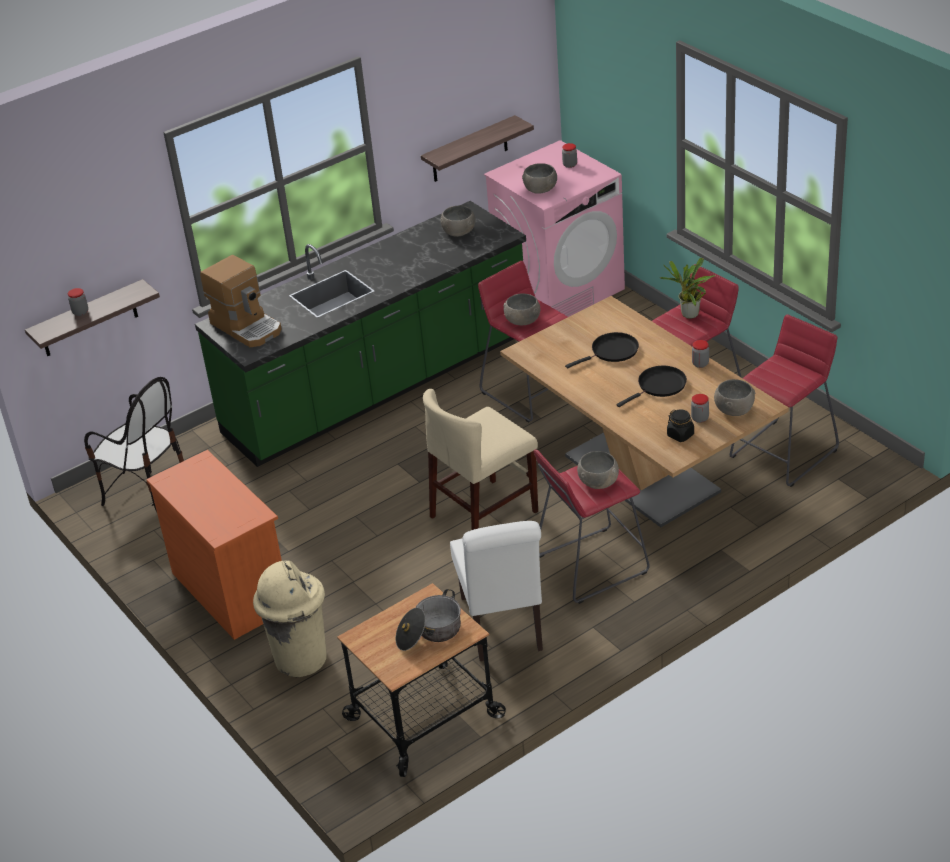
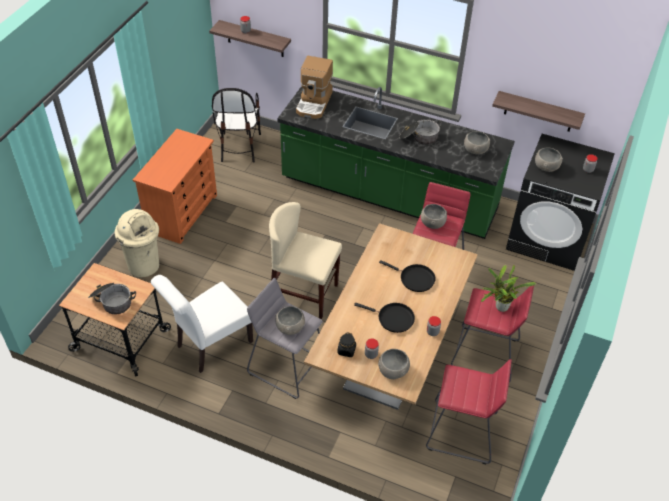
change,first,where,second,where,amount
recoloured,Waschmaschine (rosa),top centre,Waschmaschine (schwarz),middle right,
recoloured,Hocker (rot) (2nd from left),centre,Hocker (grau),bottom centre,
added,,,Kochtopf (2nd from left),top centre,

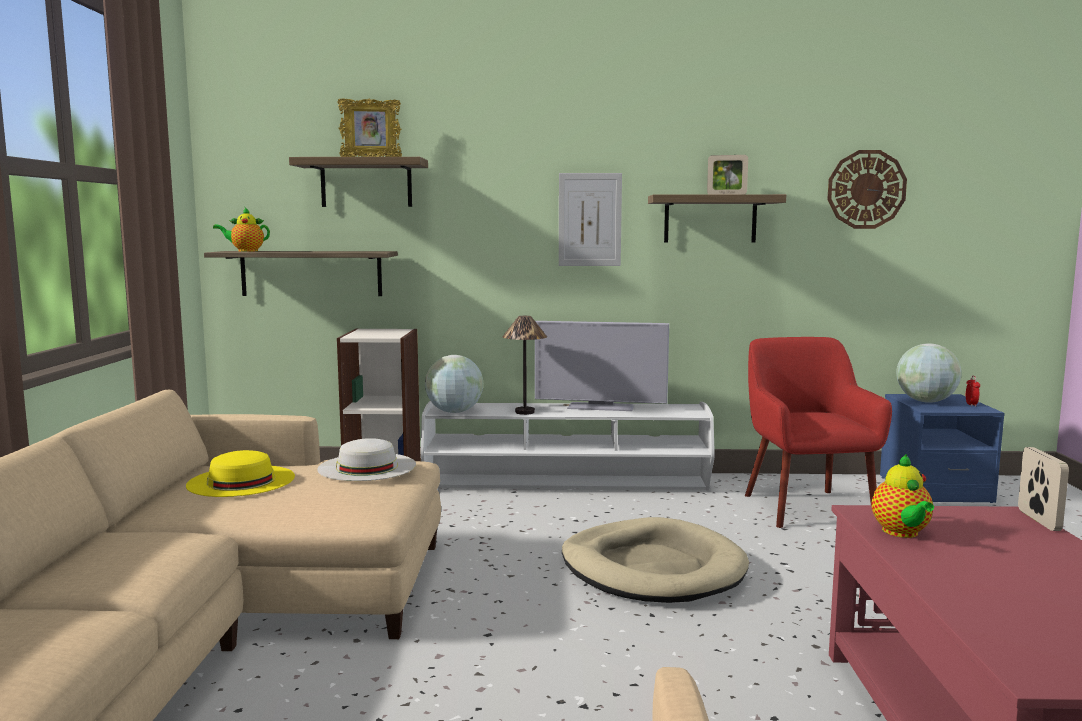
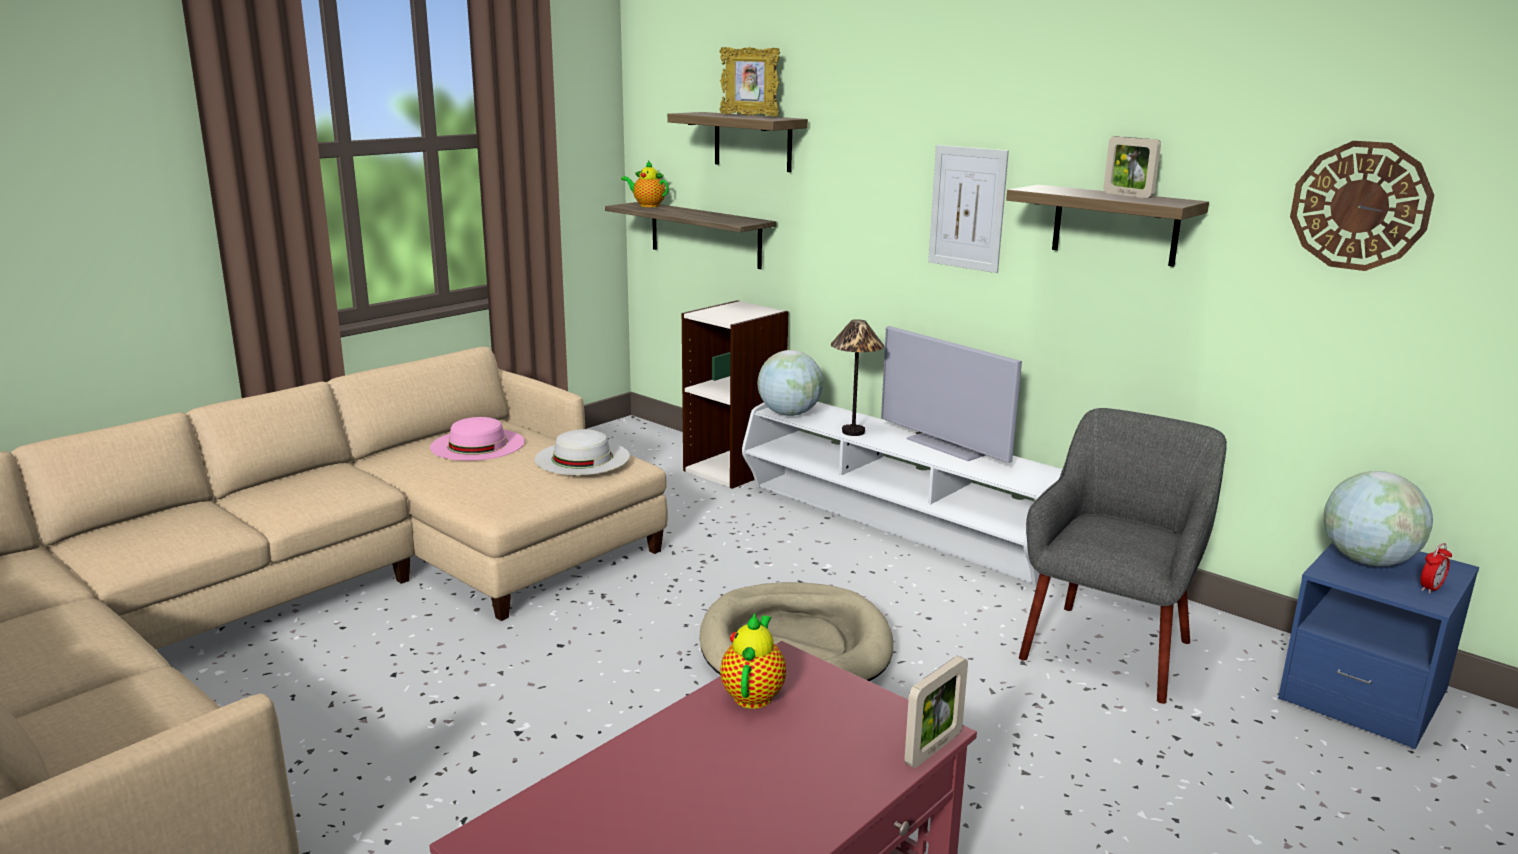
change,first,where,second,where,amount
recoloured,Hut (gelb),middle left,Hut (rosa),middle left,
recoloured,Sessel (rot),middle right,Sessel (grau),middle right,
turned,Teekanne (2nd from left),bottom right,,bottom centre,150 degrees clockwise

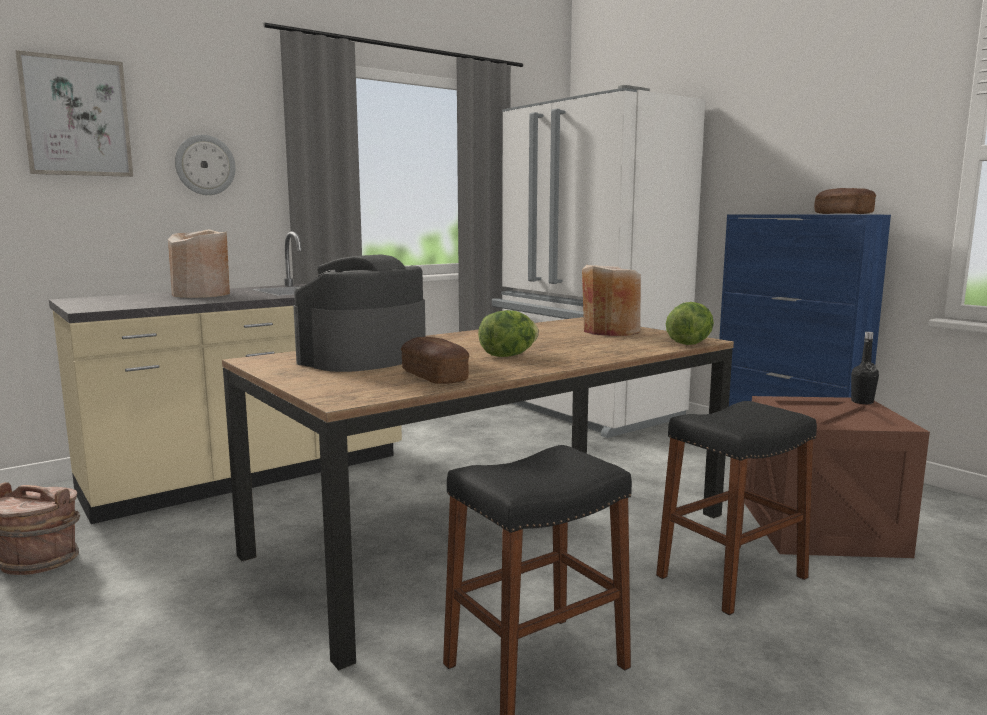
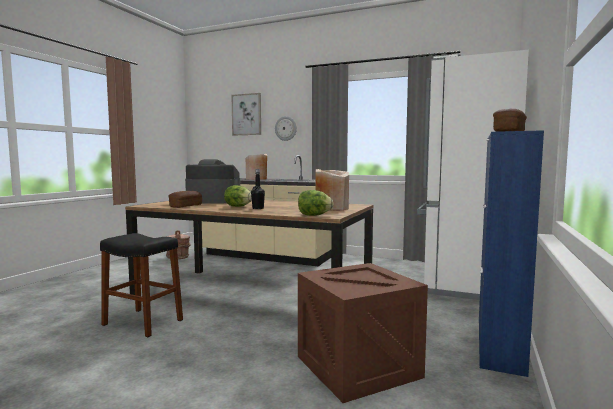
change,first,where,second,where,amount
removed,Hocker (schwarz) (2nd from left),bottom right,,,
moved,Flasche (schwarz),middle right,,centre,

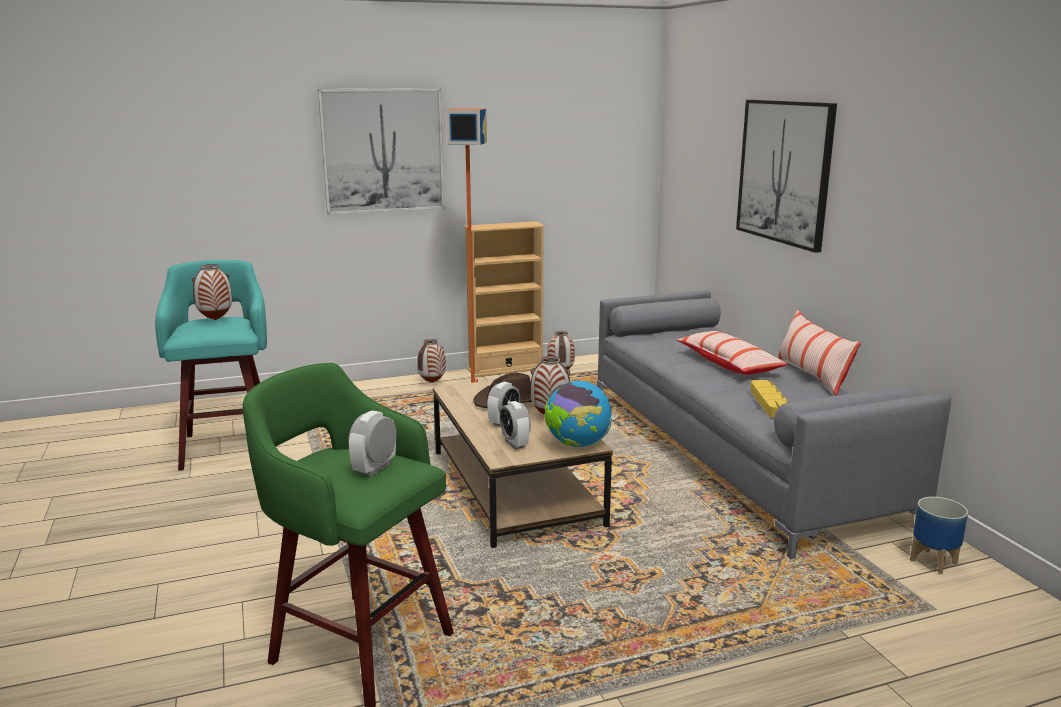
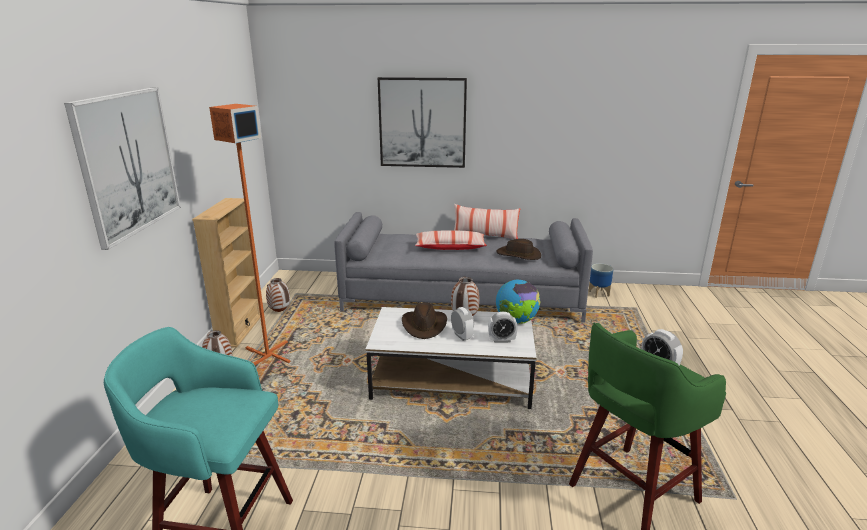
change,first,where,second,where,amount
removed,Vase (1st from left),middle left,,,
recoloured,Couchtisch (braun),centre,Couchtisch (weiß),bottom centre,
replaced,Tablett (gelb),middle right,Hut (braun) (2nd from left),centre,

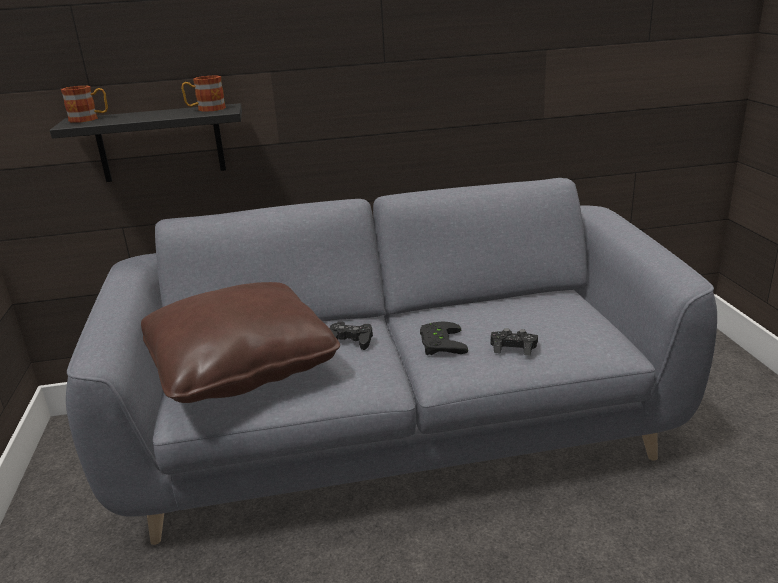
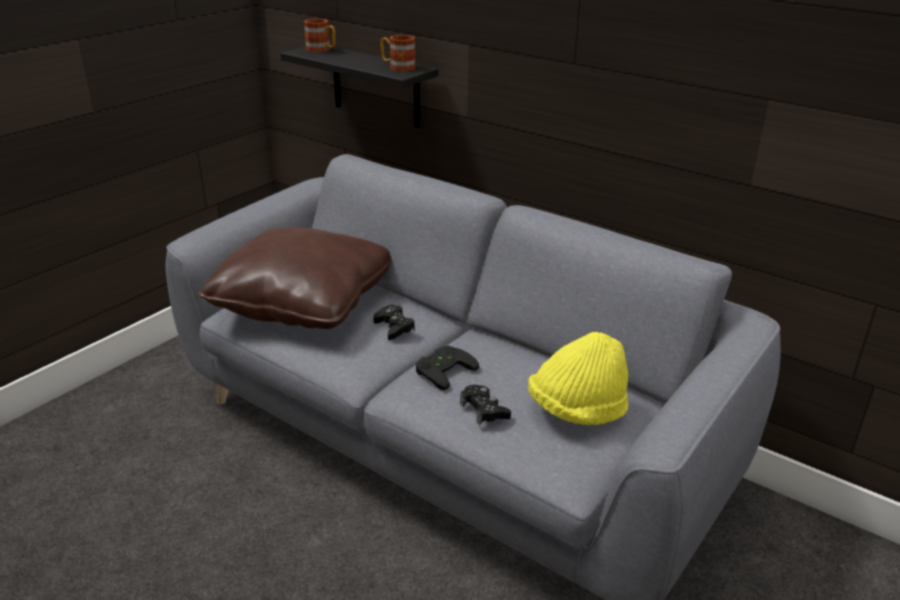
change,first,where,second,where,amount
added,,,Hut (gelb),centre,

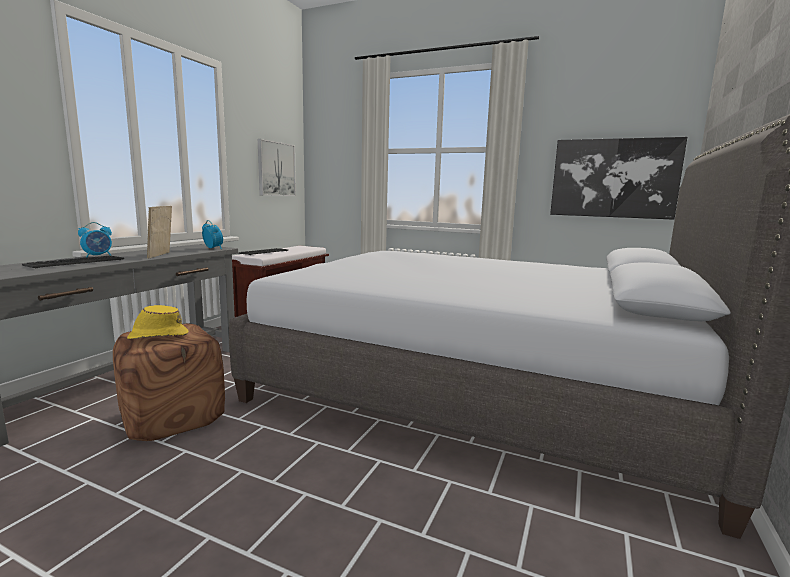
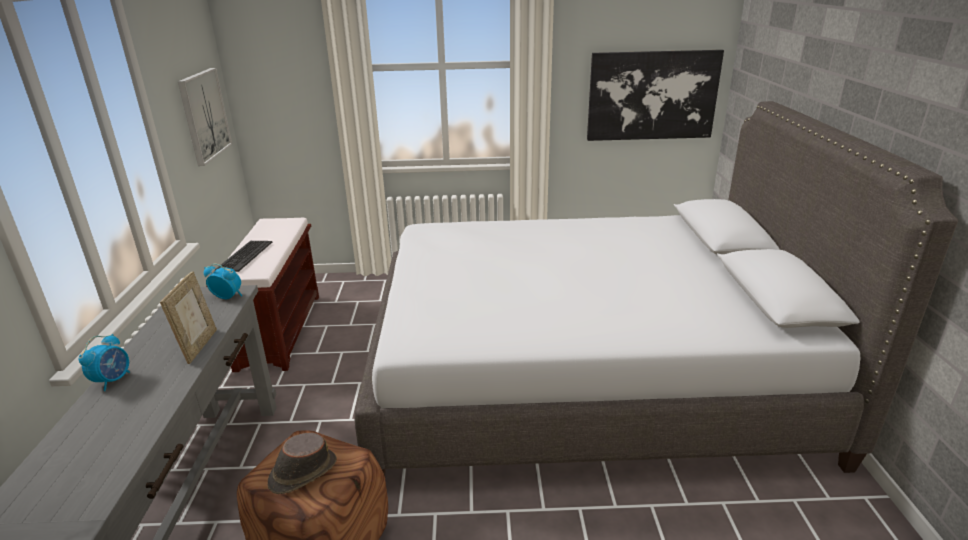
change,first,where,second,where,amount
removed,Tastatur (1st from left),middle left,,,
recoloured,Hut (gelb),middle left,Hut (braun),bottom left,
turned,Bilderrahmen,middle left,,middle left,150 degrees counterclockwise

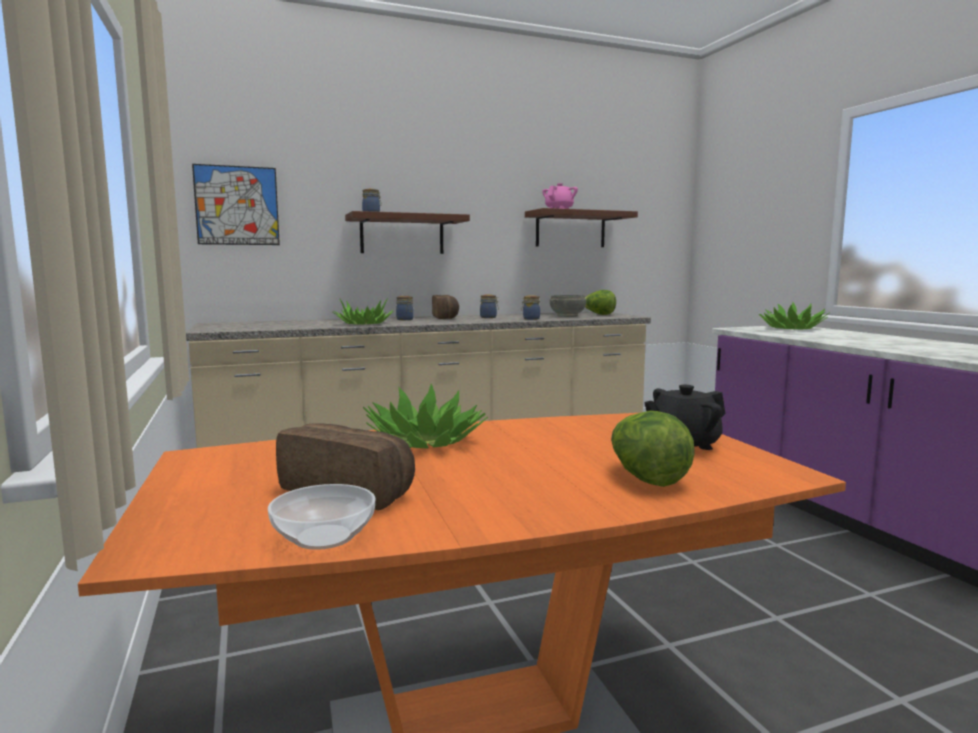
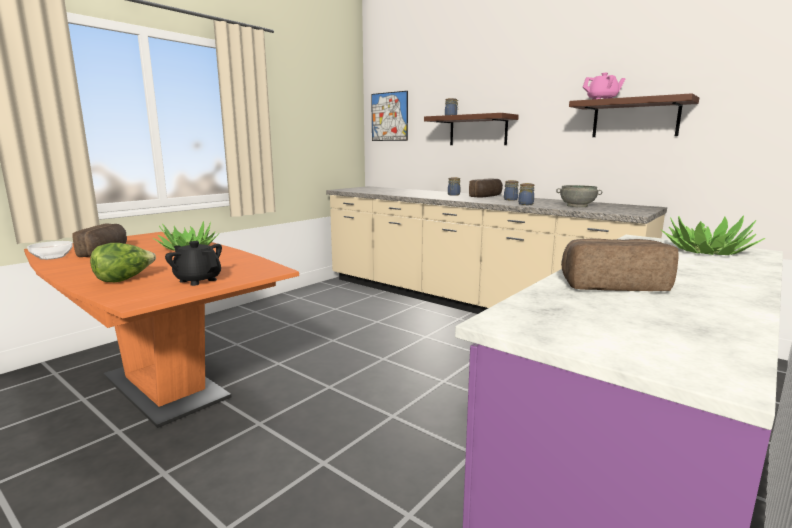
change,first,where,second,where,amount
removed,Topfpflanze (1st from left),centre,,,
removed,Salatkopf (1st from left),centre,,,
added,,,Brot (3rd from left),middle right,

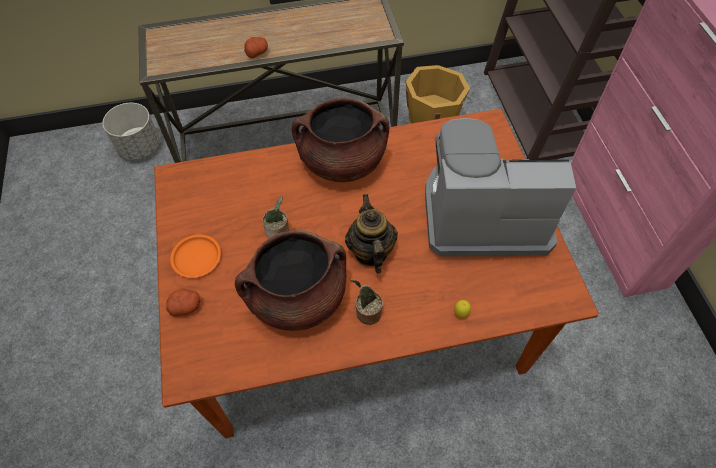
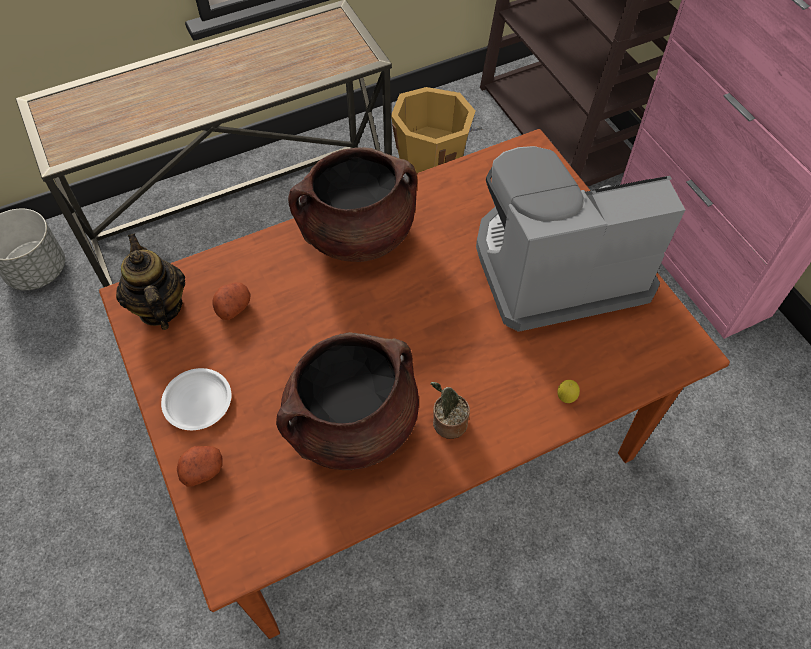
change,first,where,second,where,amount
recoloured,Teller (orange),middle left,Teller (weiß),middle left,
moved,Kartoffel (2nd from left),top centre,,middle left,
removed,Topfpflanze (1st from left),centre,,,
moved,Teekanne,centre,,middle left,

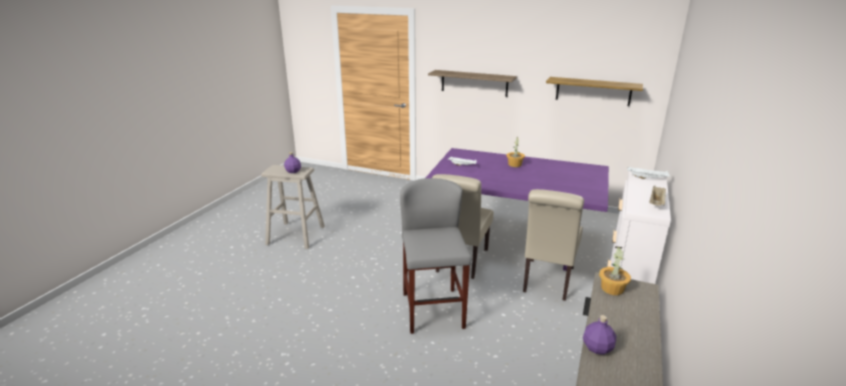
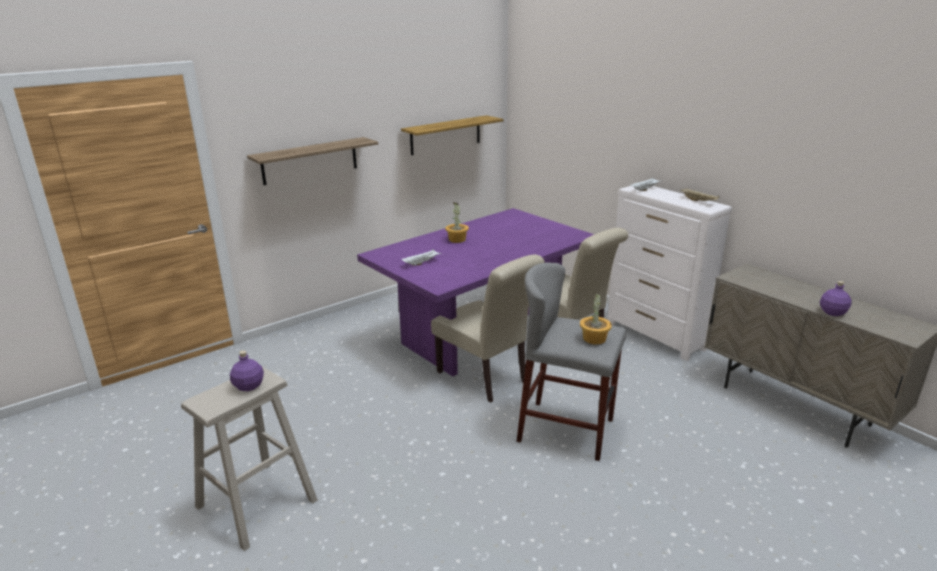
change,first,where,second,where,amount
moved,Topfpflanze (2nd from left),bottom right,,centre,

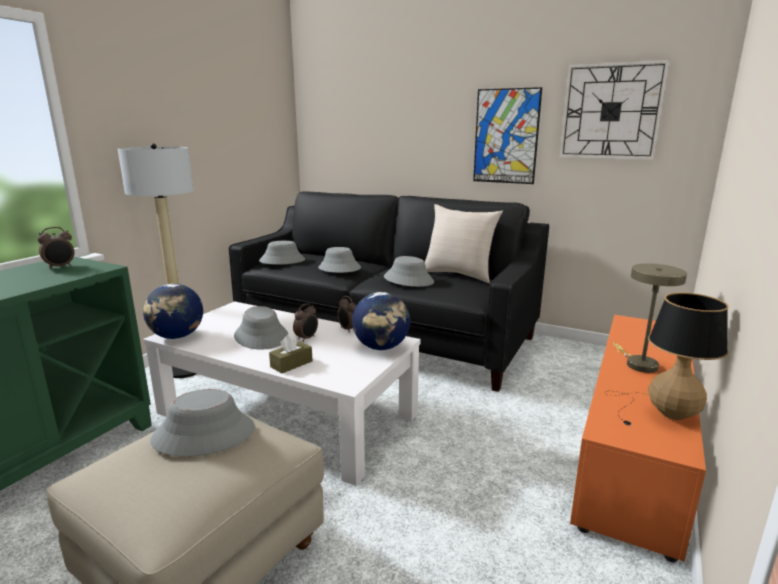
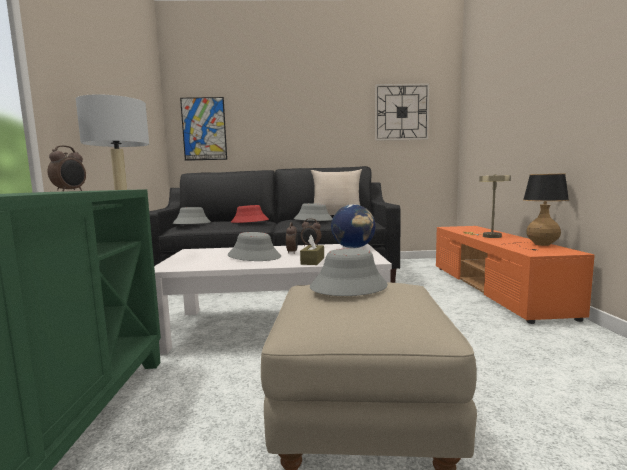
change,first,where,second,where,amount
removed,Globus (1st from left),middle left,,,
recoloured,Hut (grau) (4th from left),centre,Hut (rot),centre,
moved,Bild,top centre,,top left,

